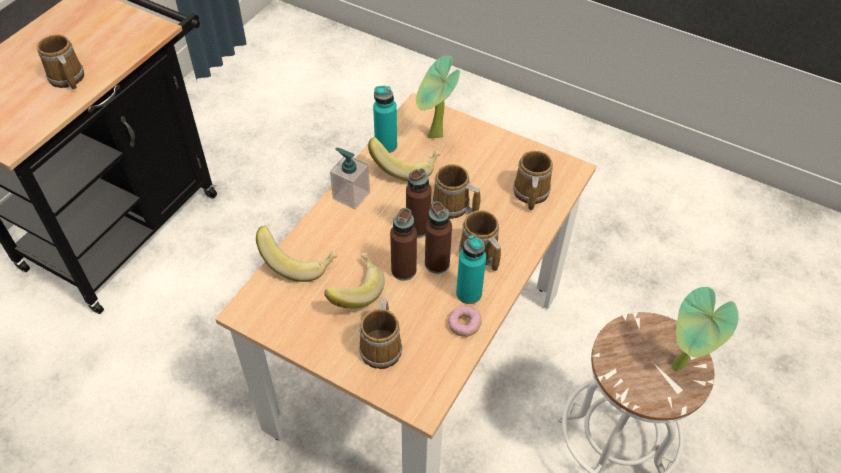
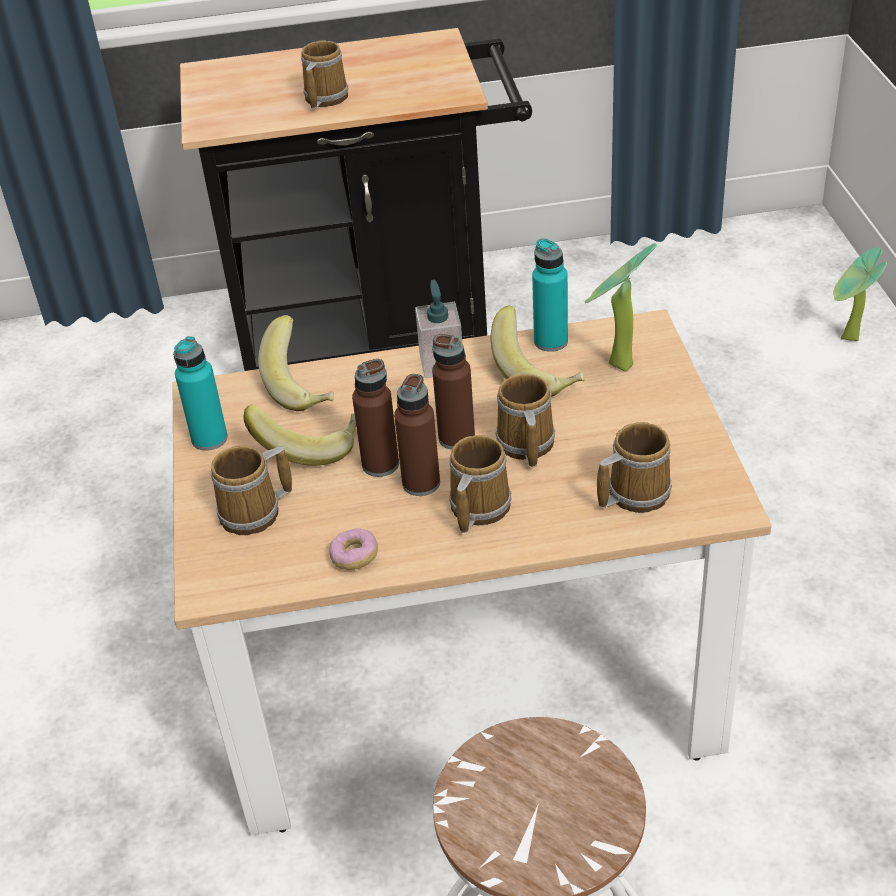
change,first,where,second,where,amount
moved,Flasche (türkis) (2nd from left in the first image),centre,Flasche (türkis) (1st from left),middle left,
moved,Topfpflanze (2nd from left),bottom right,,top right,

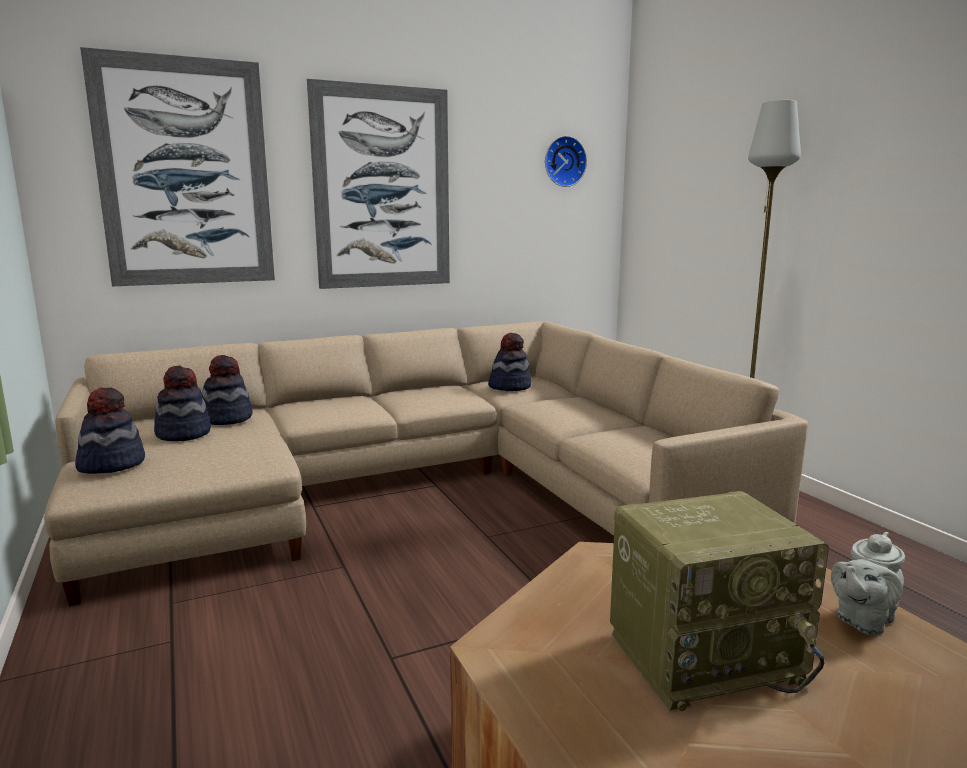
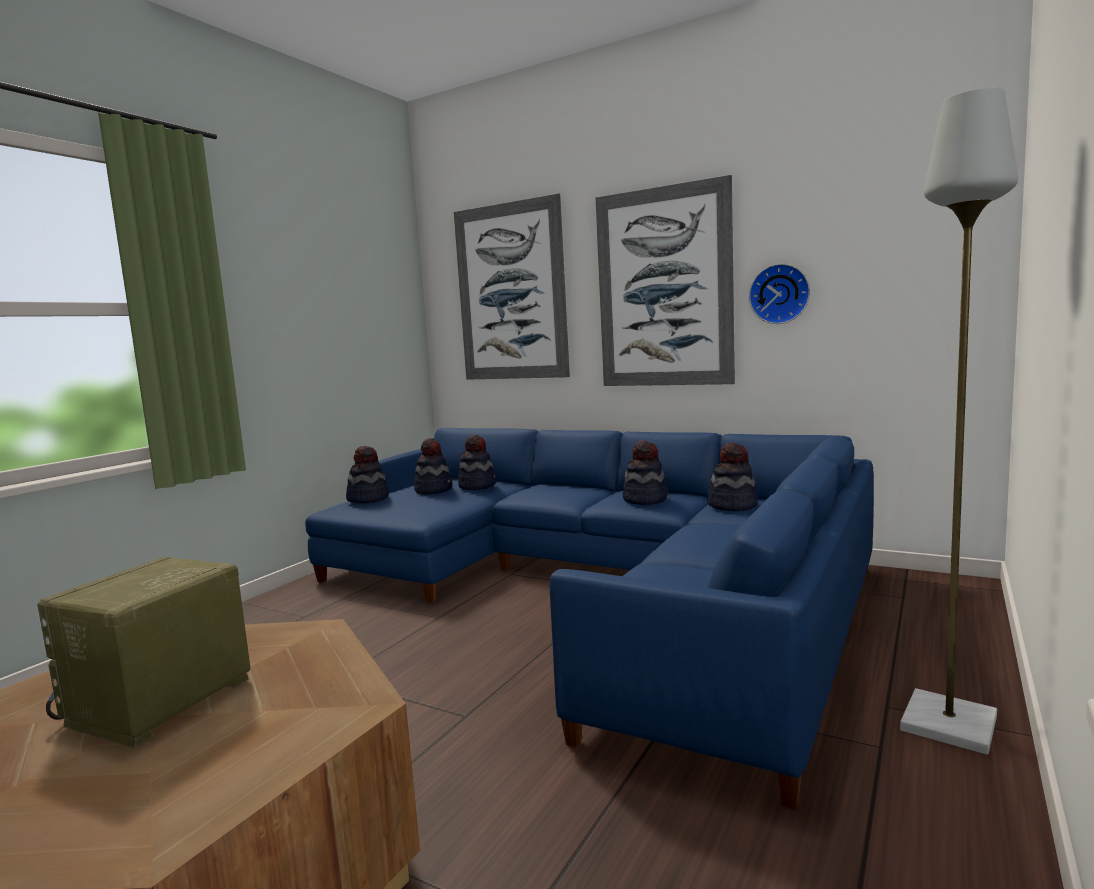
change,first,where,second,where,amount
recoloured,Sofa (beige),centre,Sofa (blau),bottom centre,
moved,Wanduhr,top centre,,top right,
turned,Radio,bottom right,,bottom left,75 degrees clockwise
removed,Teekanne (grau),bottom right,,,
added,,,Hut (4th from left),centre,

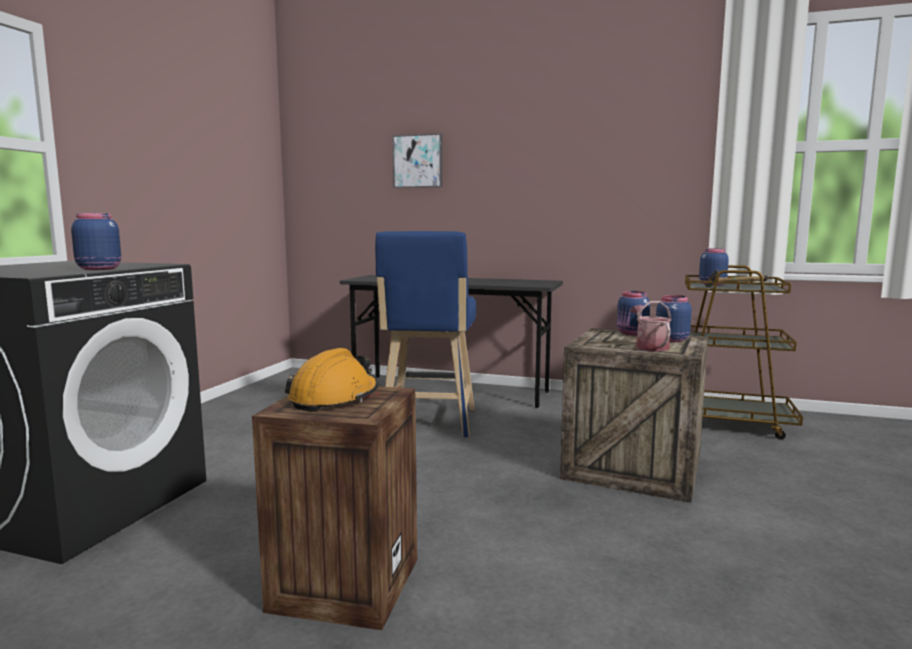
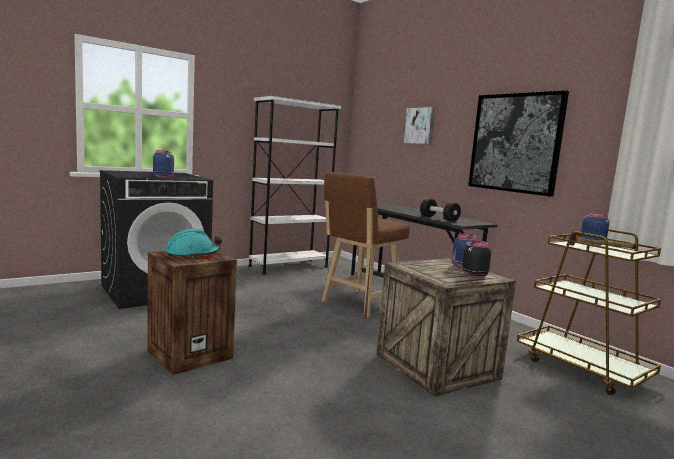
change,first,where,second,where,amount
recoloured,Schutzhelm (orange),centre,Schutzhelm (türkis),middle left,
recoloured,Hocker (blau),centre,Hocker (braun),centre,
removed,Gießkanne,middle right,,,
recoloured,Vorratsglas (blau) (3rd from left),middle right,Vorratsglas (schwarz),middle right,
added,,,Bücherregal (weiß),centre,
added,,,Hantel (schwarz),centre,
added,,,Bild (2nd from left),top right,

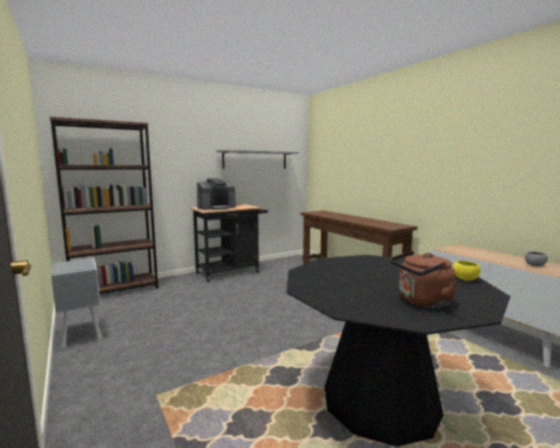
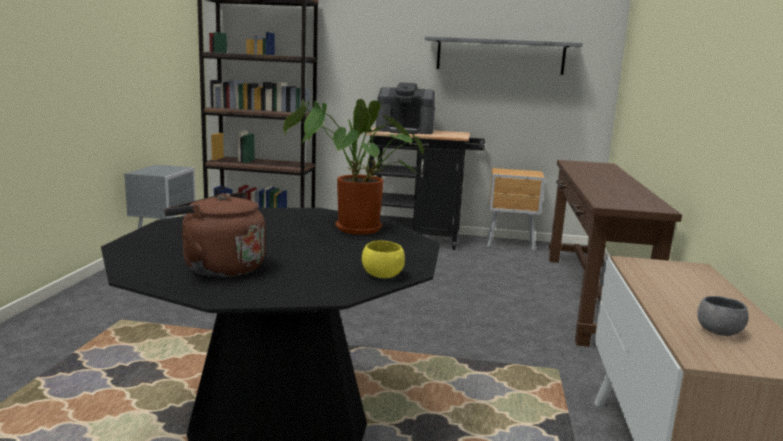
change,first,where,second,where,amount
added,,,Topfpflanze,centre,
added,,,Nachttisch (braun),centre,

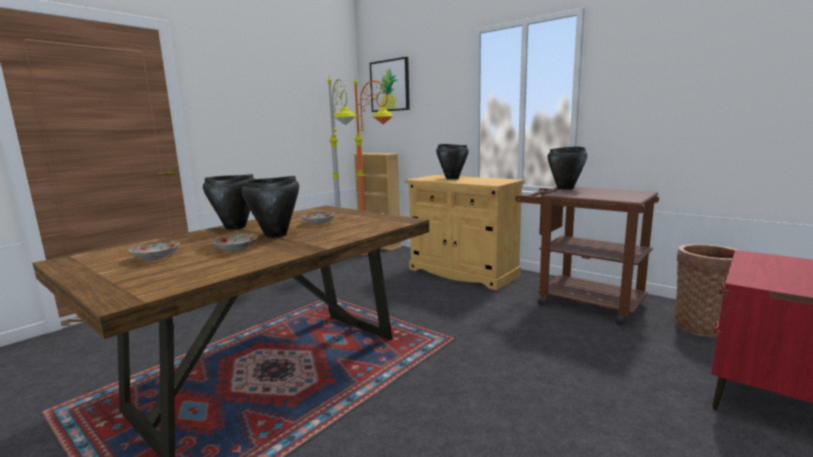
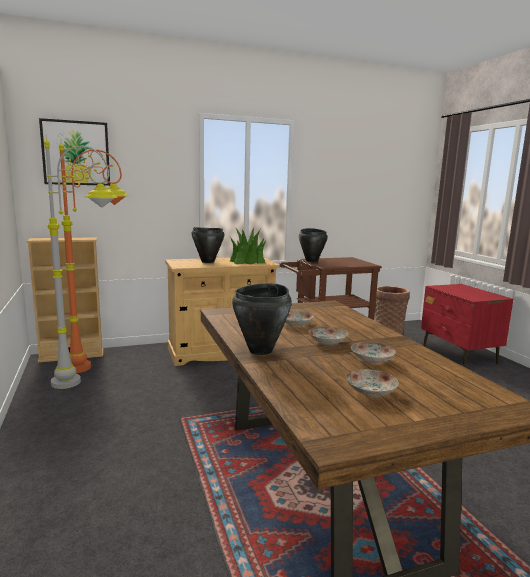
change,first,where,second,where,amount
replaced,Kochtopf (schwarz) (2nd from left),middle left,Teller (2nd from left),centre,
added,,,Topfpflanze,centre,

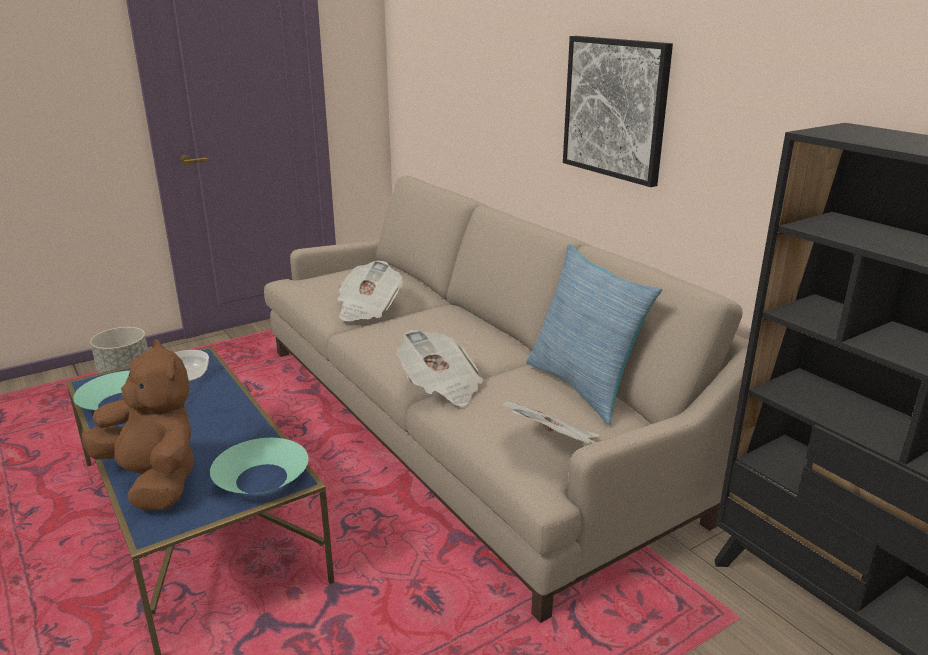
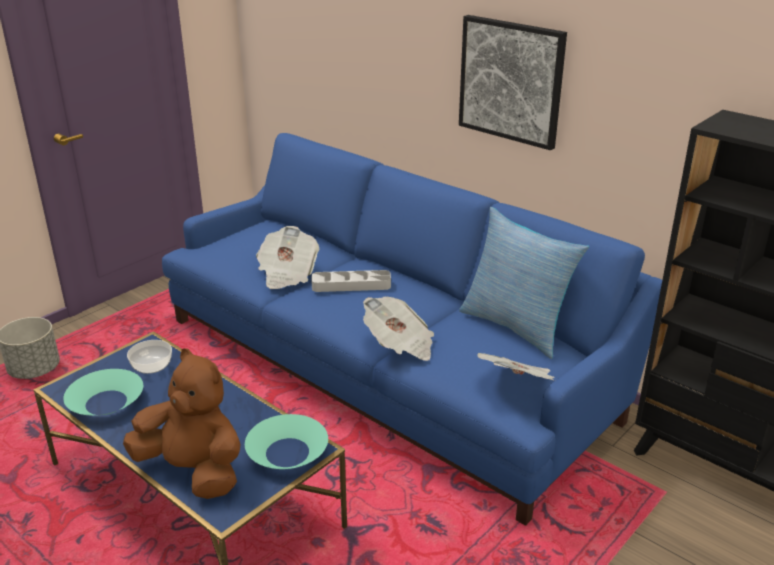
change,first,where,second,where,amount
recoloured,Sofa (beige),centre,Sofa (blau),centre,
added,,,Tablett (grau),centre,

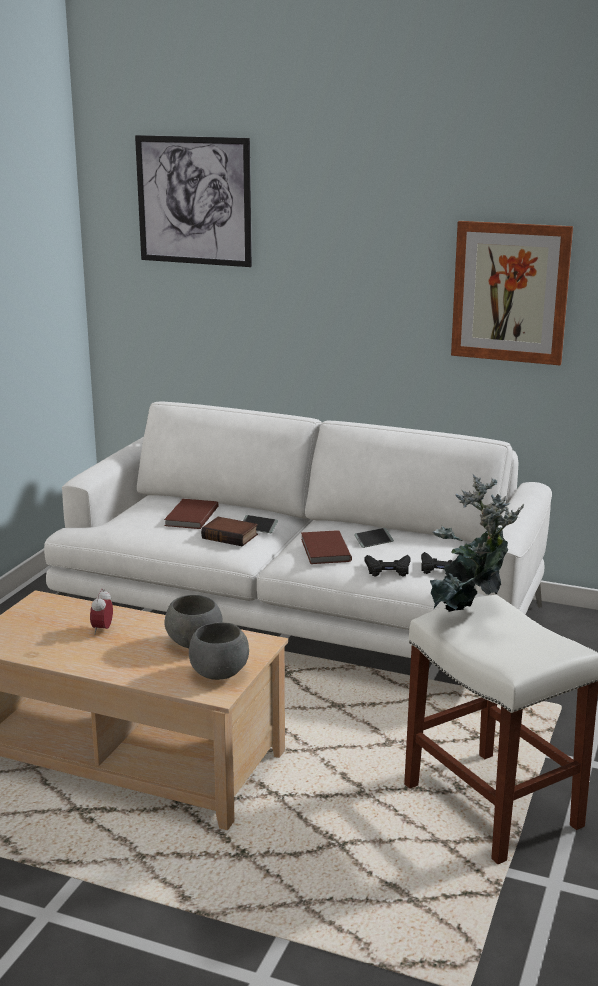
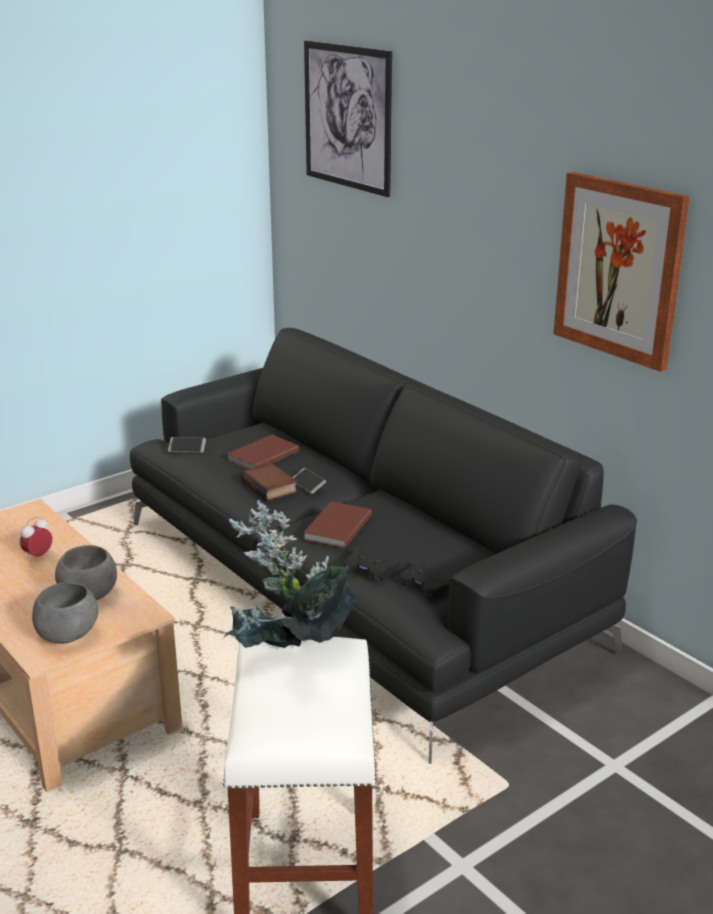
change,first,where,second,where,amount
recoloured,Sofa (weiß),centre,Sofa (schwarz),centre,
moved,Handy (2nd from left in the first image),centre,Handy (1st from left),middle left,

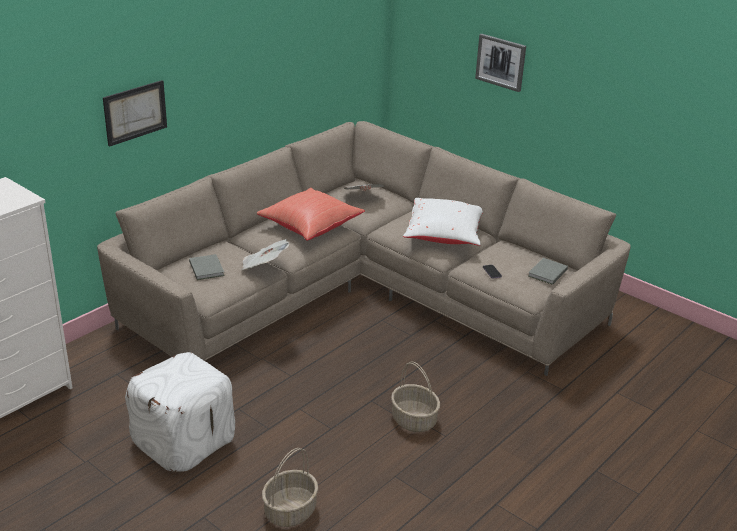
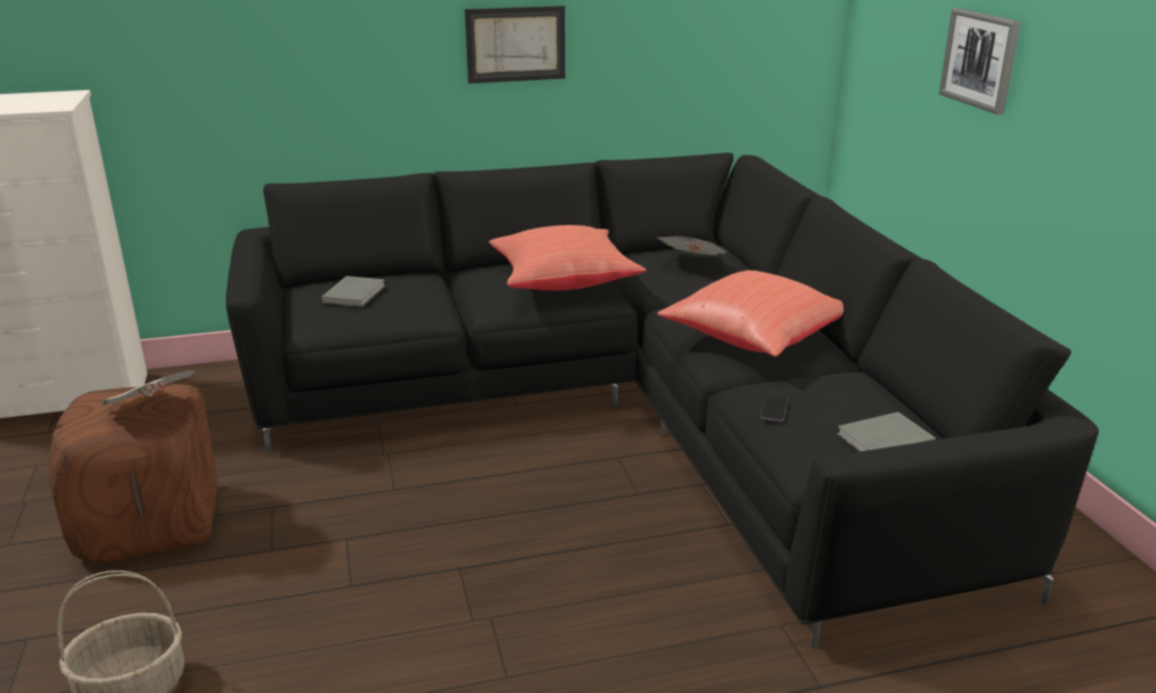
change,first,where,second,where,amount
recoloured,Sofa (beige),centre,Sofa (schwarz),centre,
moved,Bild (1st from left),top left,,top centre,
recoloured,Polsterhocker (weiß),bottom left,Polsterhocker (braun),bottom left,
moved,Zeitung (1st from left),centre,,middle left,
removed,Korb (2nd from left),bottom centre,,,
recoloured,Kissen (weiß),centre,Kissen (rot) (2nd from left),centre,

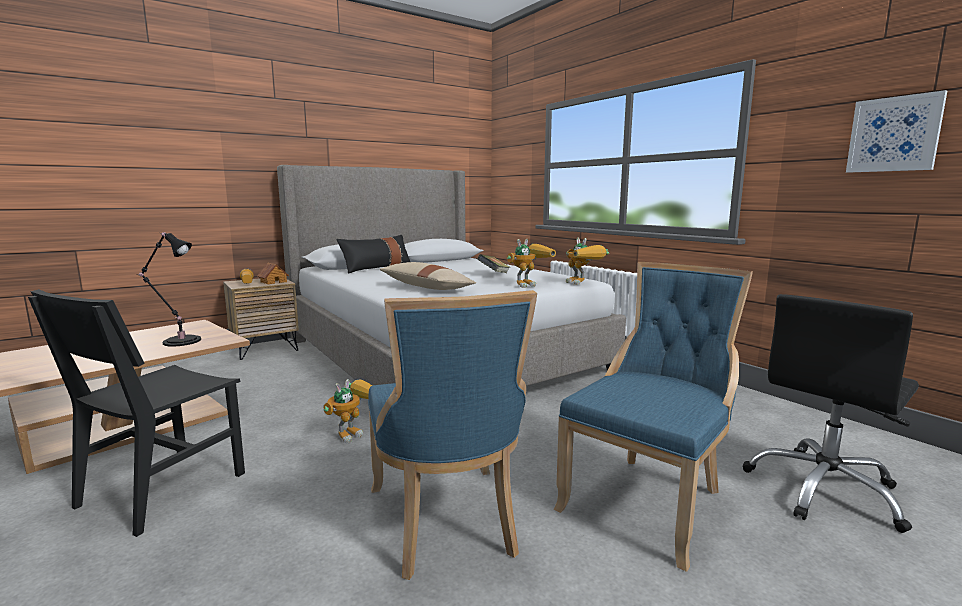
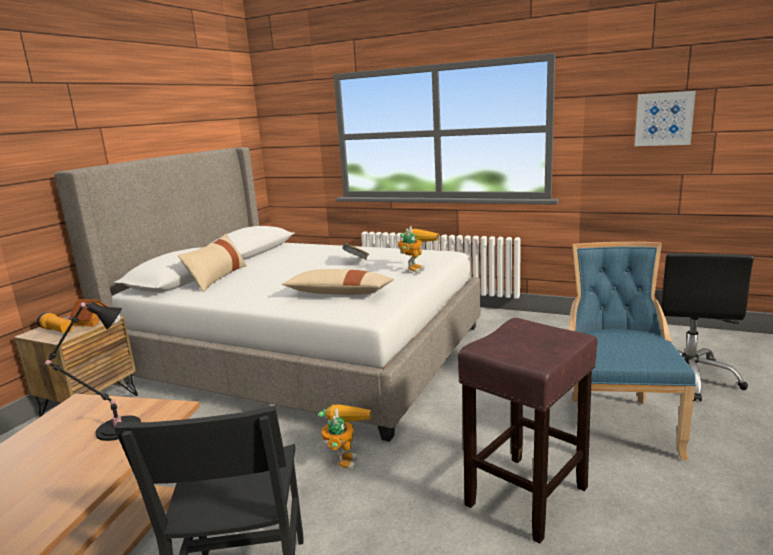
change,first,where,second,where,amount
recoloured,Kissen (schwarz),centre,Kissen (beige) (1st from left),middle left,
replaced,Stuhl (blau) (1st from left),bottom centre,Hocker (braun),bottom right,
removed,Spielzeugroboter (3rd from left),centre,,,

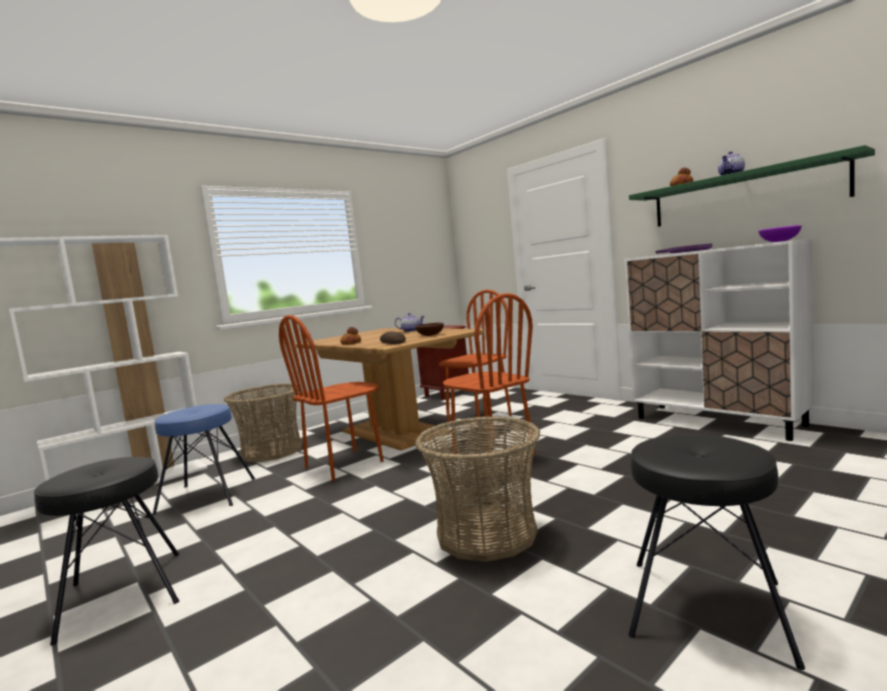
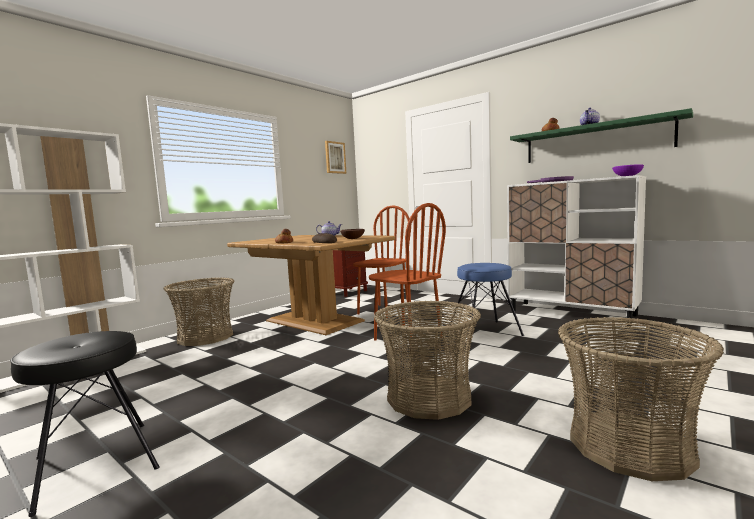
change,first,where,second,where,amount
moved,Hocker (blau),middle left,,centre,
removed,Stuhl (braun) (1st from left),centre,,,
replaced,Hocker (schwarz) (2nd from left),bottom right,Korb (3rd from left),bottom right,
added,,,Bild,top centre,

